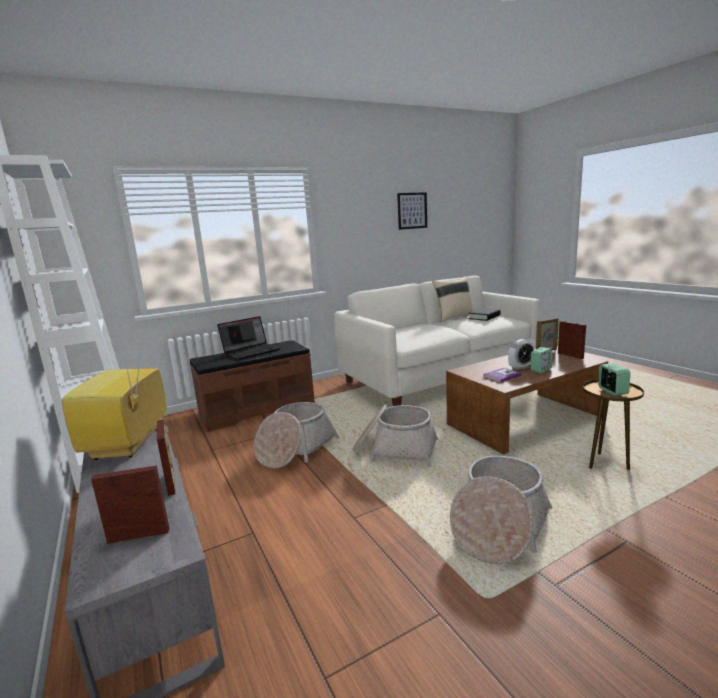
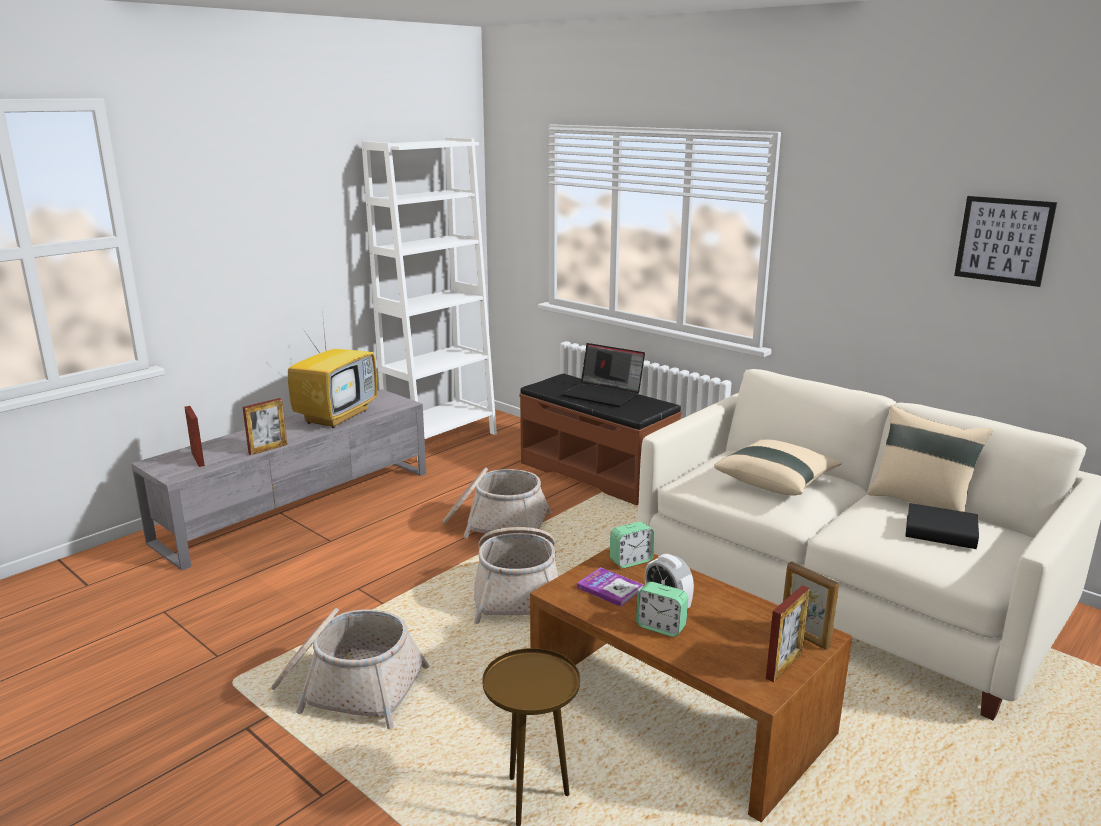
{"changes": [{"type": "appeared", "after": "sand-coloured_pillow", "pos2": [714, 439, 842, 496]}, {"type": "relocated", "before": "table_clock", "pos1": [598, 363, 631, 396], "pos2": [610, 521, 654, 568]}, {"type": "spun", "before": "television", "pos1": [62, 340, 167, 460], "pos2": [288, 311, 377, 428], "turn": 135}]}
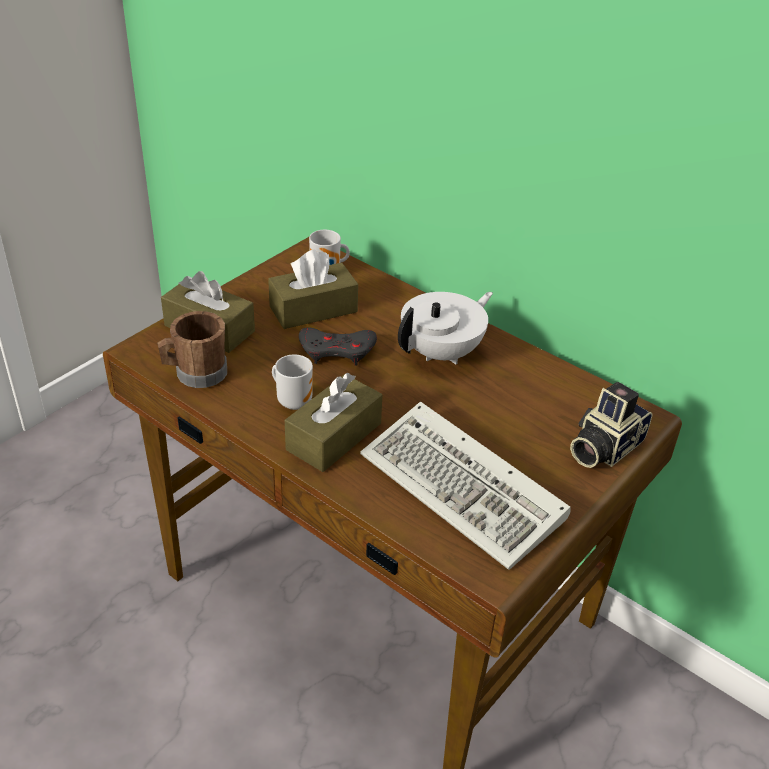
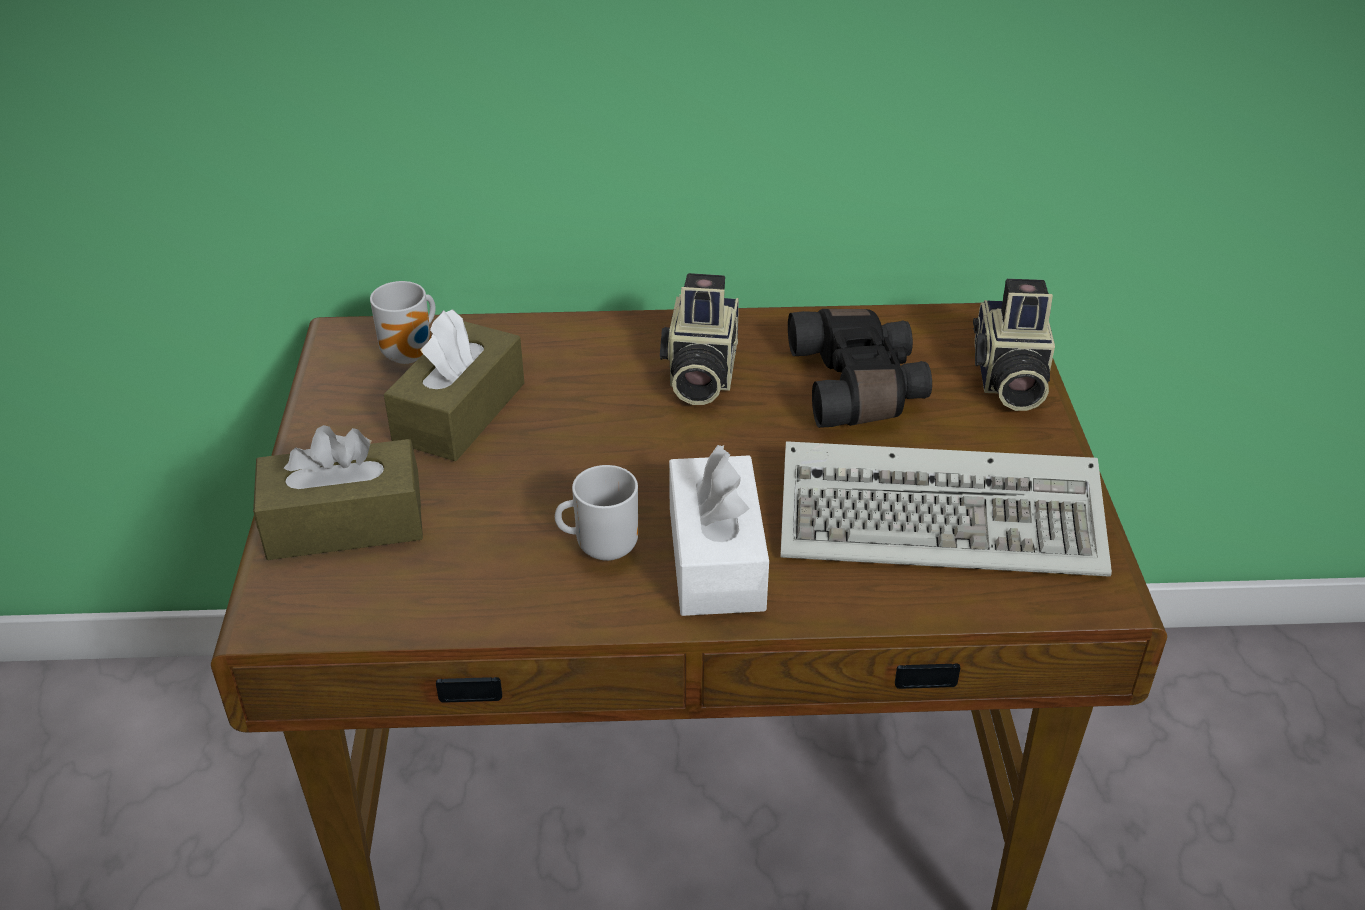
{"changes": [{"type": "missing", "before": "brownish_mug", "pos1": [157, 311, 227, 388]}, {"type": "missing", "before": "gray_game_controller", "pos1": [299, 327, 377, 366]}, {"type": "appeared", "after": "black_binoculars", "pos2": [788, 309, 932, 428]}, {"type": "exchanged", "before": "whitish_tea_pot", "after": "still_camera", "pos1": [398, 292, 493, 364], "pos2": [660, 273, 739, 405]}, {"type": "colour", "before": "brownish_box_of_tissues", "after": "whitish_box_of_tissues", "pos1": [285, 373, 382, 472], "pos2": [669, 445, 769, 616]}]}
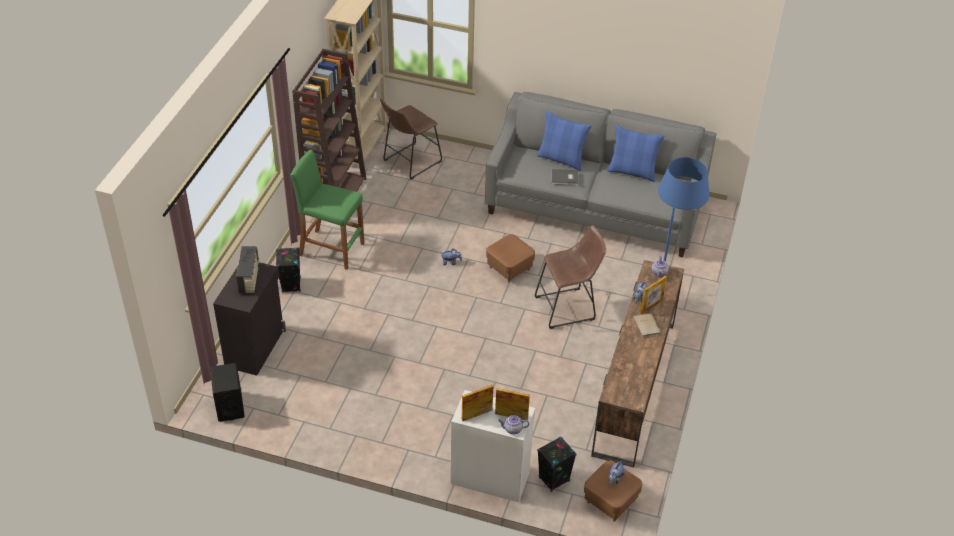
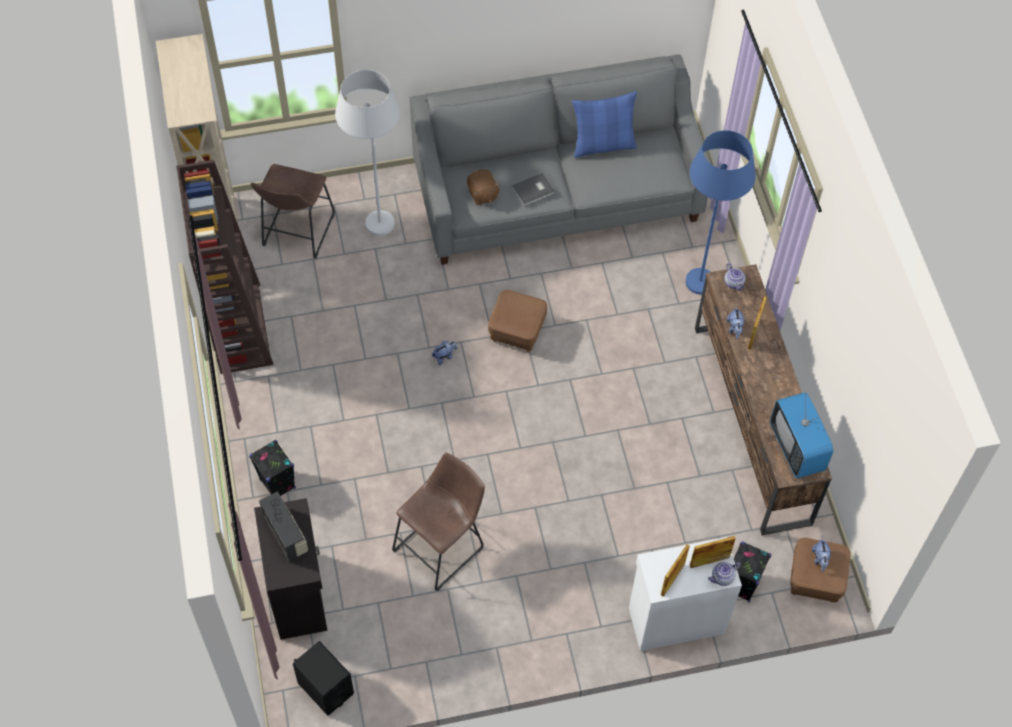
{"changes": [{"type": "missing", "before": "greenish_stool_seat", "pos1": [290, 150, 365, 270]}, {"type": "missing", "before": "bluish_pillow", "pos1": [537, 111, 592, 171]}, {"type": "missing", "before": "sand-coloured_book", "pos1": [633, 313, 661, 337]}, {"type": "appeared", "after": "whitish_standing_lamp", "pos2": [335, 70, 400, 236]}, {"type": "appeared", "after": "brownish_cuddly_toy", "pos2": [467, 170, 501, 205]}, {"type": "appeared", "after": "television", "pos2": [770, 392, 834, 479]}, {"type": "relocated", "before": "brownish_stool_seat", "pos1": [535, 225, 606, 329], "pos2": [392, 452, 485, 591]}]}
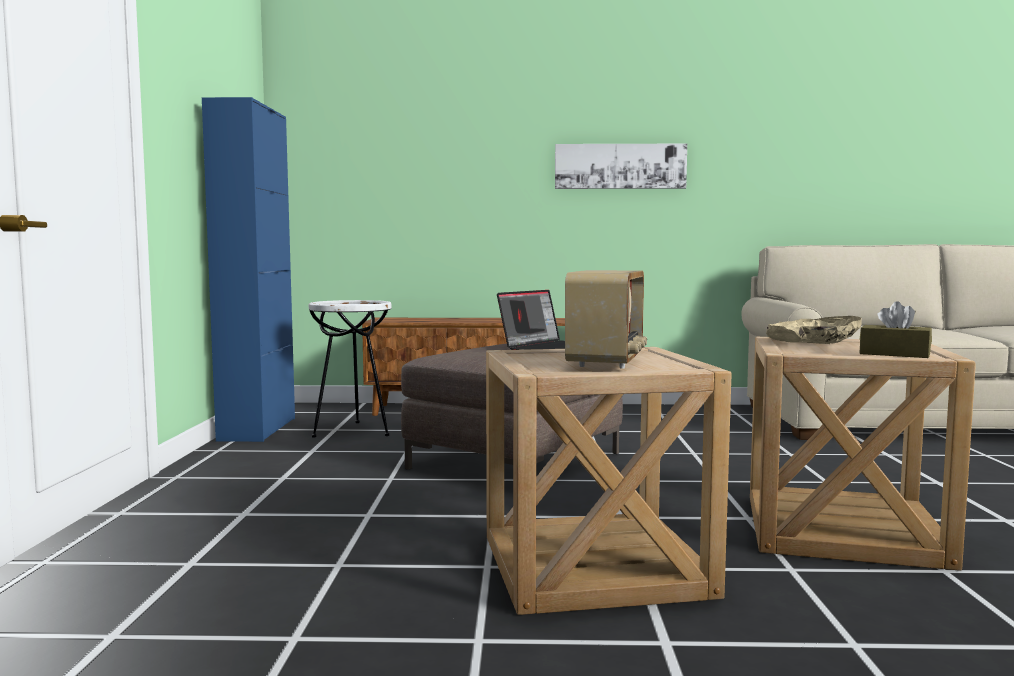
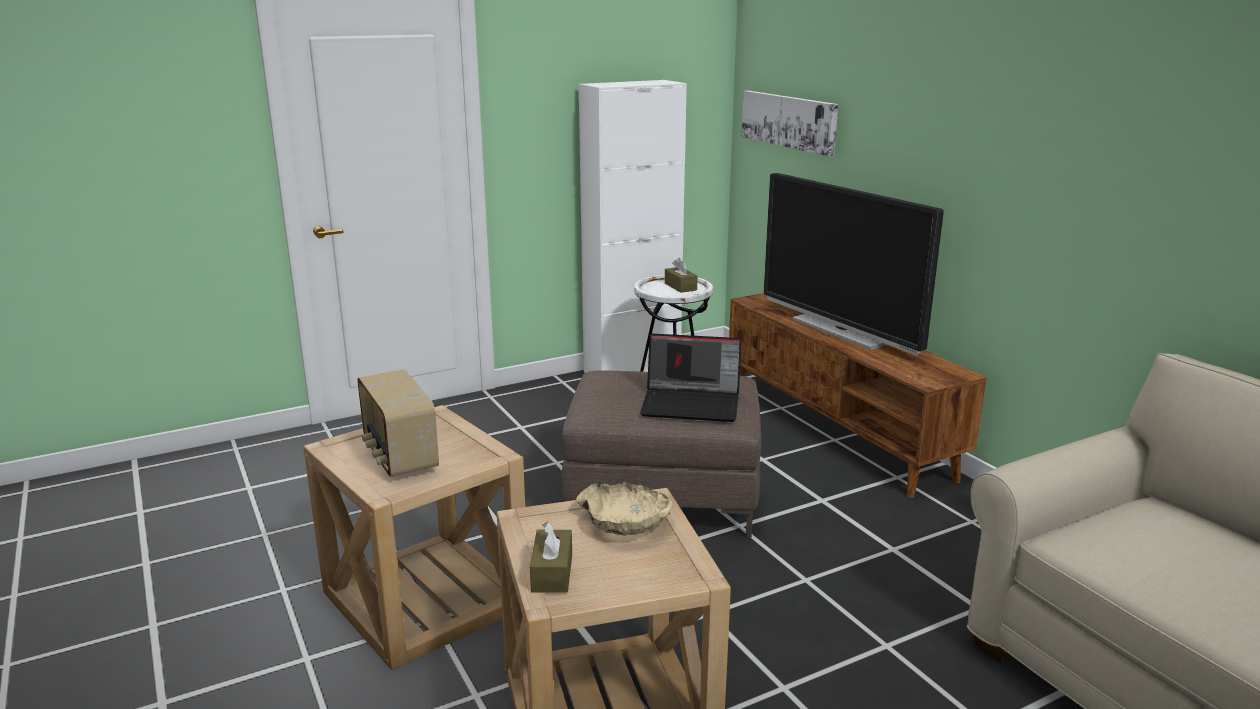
{"changes": [{"type": "appeared", "after": "brownish_box_of_tissues", "pos2": [665, 258, 698, 293]}, {"type": "appeared", "after": "television", "pos2": [764, 173, 944, 355]}, {"type": "relocated", "before": "wall_art", "pos1": [555, 144, 687, 189], "pos2": [742, 91, 838, 157]}, {"type": "colour", "before": "bluish_cupboard", "after": "whitish_cupboard", "pos1": [202, 97, 295, 442], "pos2": [579, 80, 687, 373]}, {"type": "spun", "before": "radio_receiver", "pos1": [565, 270, 647, 369], "pos2": [357, 369, 439, 477], "turn": 75}]}
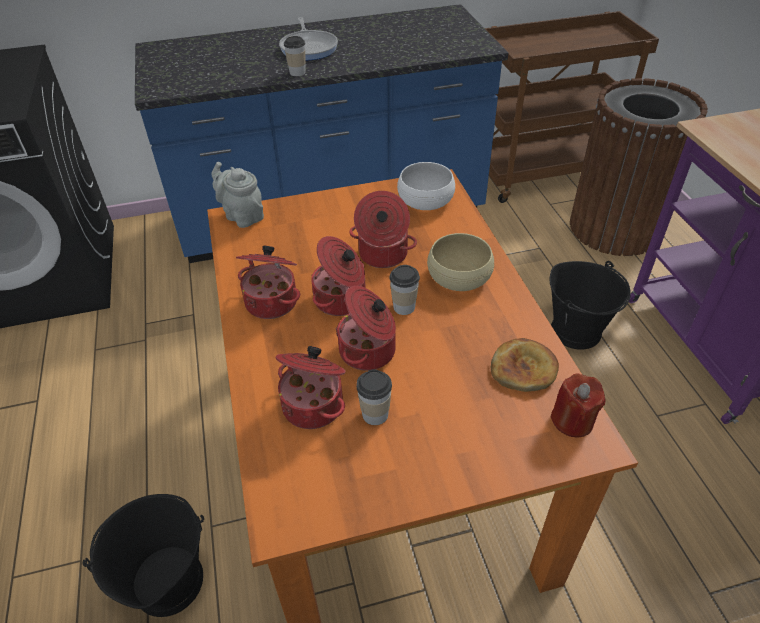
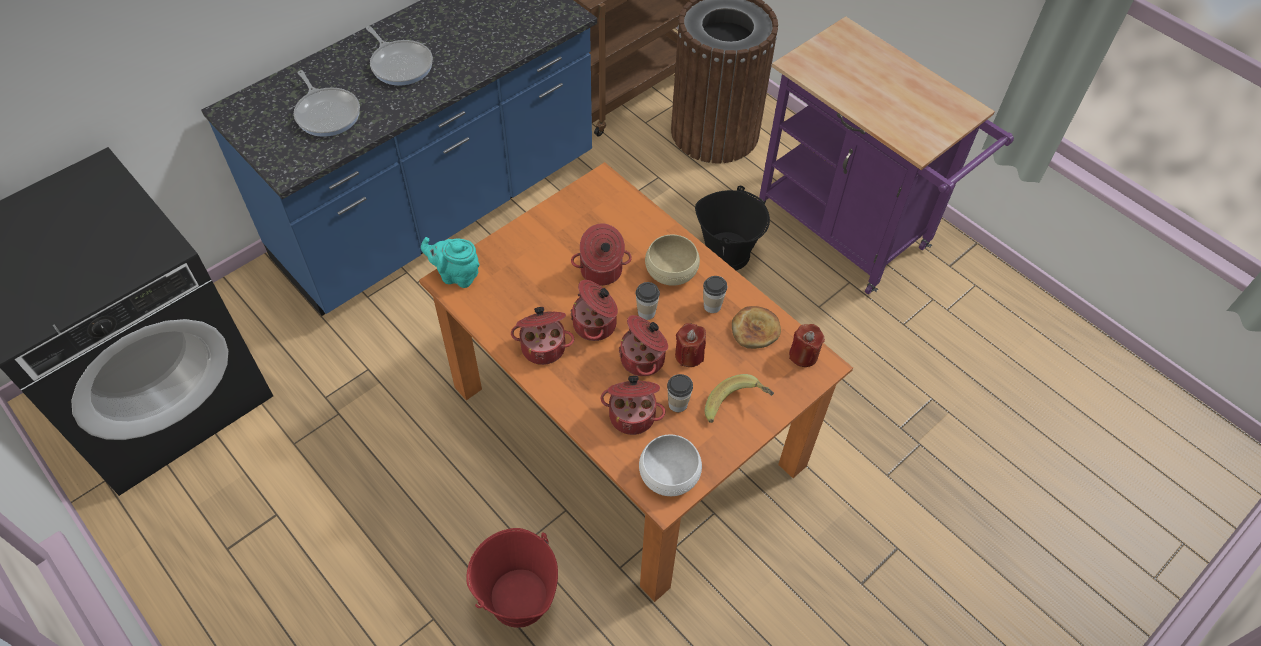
{"changes": [{"type": "appeared", "after": "frying_pan", "pos2": [294, 70, 360, 137]}, {"type": "appeared", "after": "reddish_wax_candle", "pos2": [675, 323, 706, 367]}, {"type": "appeared", "after": "whole_banana", "pos2": [705, 374, 774, 423]}, {"type": "relocated", "before": "cup", "pos1": [284, 36, 306, 76], "pos2": [703, 276, 727, 313]}, {"type": "relocated", "before": "whitish_bowl", "pos1": [397, 162, 455, 210], "pos2": [639, 435, 702, 496]}, {"type": "colour", "before": "black_water_bucket", "after": "reddish_water_bucket", "pos1": [82, 494, 204, 617], "pos2": [466, 528, 558, 628]}, {"type": "colour", "before": "gray_tea_pot", "after": "turquoise-coloured_tea_pot", "pos1": [211, 162, 264, 228], "pos2": [421, 237, 480, 288]}]}
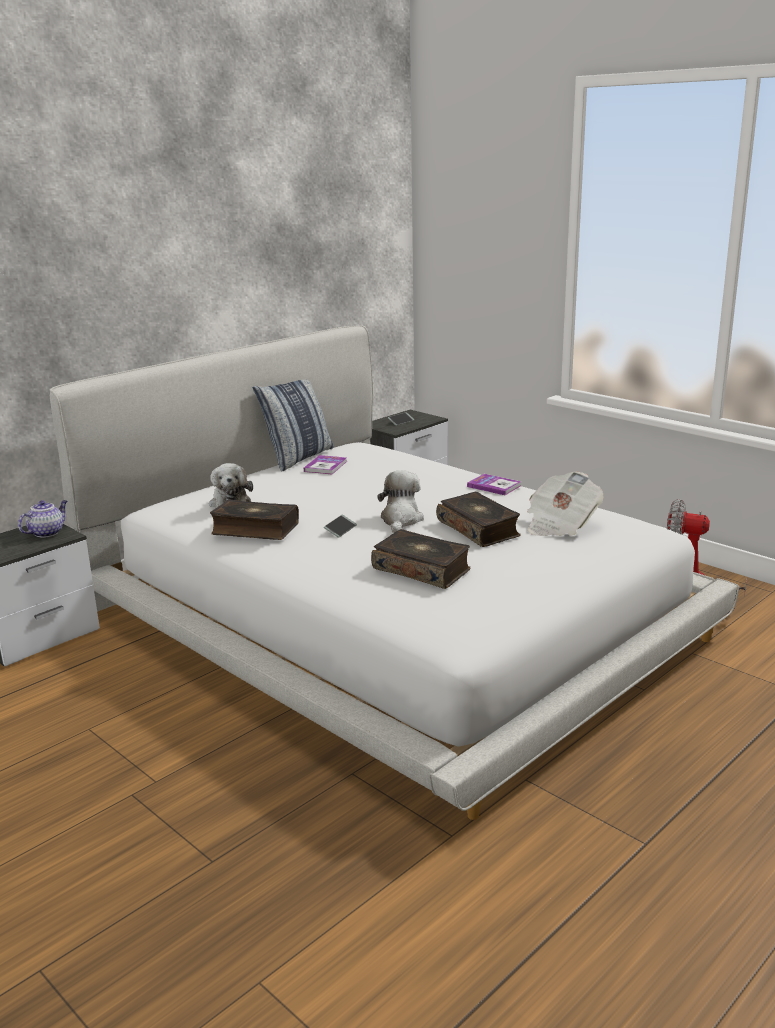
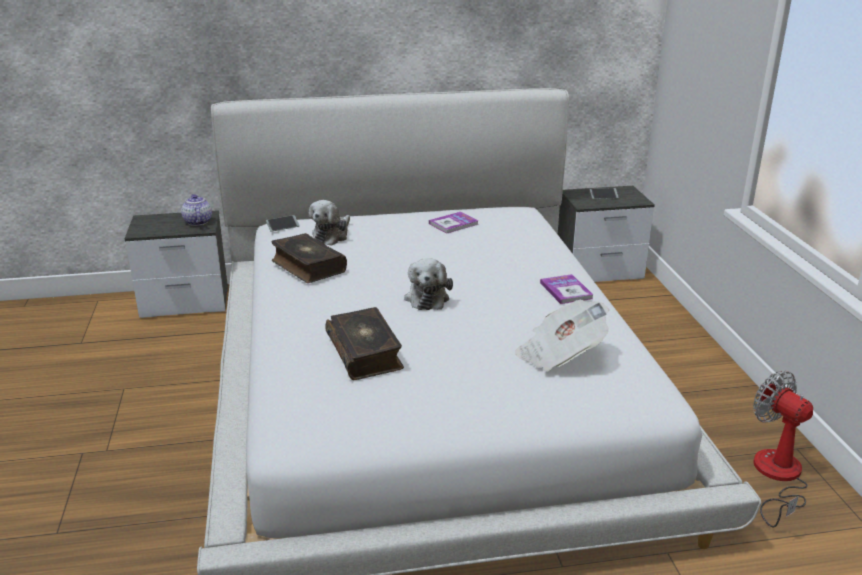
{"changes": [{"type": "missing", "before": "pillow", "pos1": [252, 379, 334, 471]}, {"type": "missing", "before": "book", "pos1": [436, 492, 521, 547]}, {"type": "relocated", "before": "phone", "pos1": [324, 515, 357, 538], "pos2": [266, 215, 300, 232]}, {"type": "spun", "before": "tea_pot", "pos1": [18, 500, 67, 538], "pos2": [181, 194, 212, 226], "turn": -90}, {"type": "spun", "before": "cuddly_toy", "pos1": [377, 470, 424, 533], "pos2": [404, 258, 453, 310], "turn": 135}]}
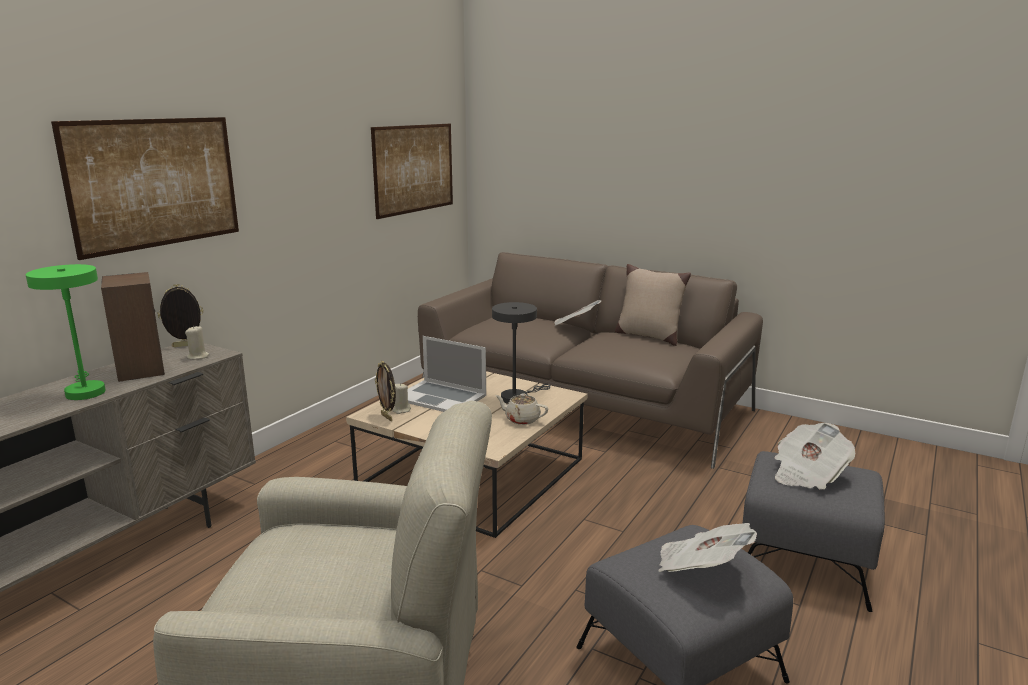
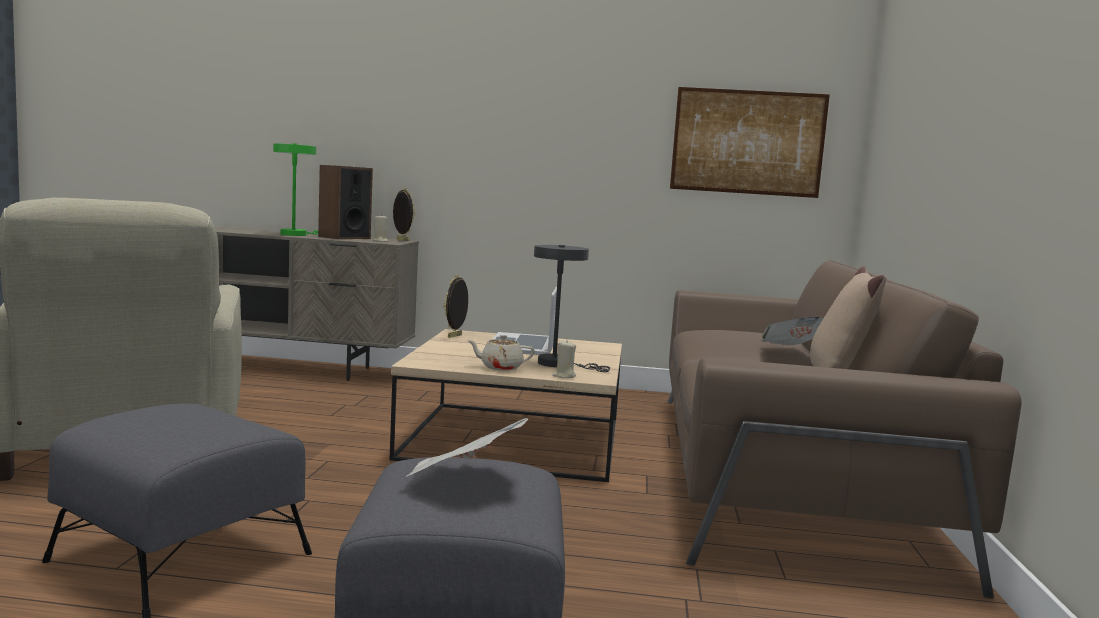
{"changes": [{"type": "missing", "before": "wall_art", "pos1": [51, 117, 239, 260]}, {"type": "missing", "before": "newspaper", "pos1": [659, 523, 757, 572]}, {"type": "relocated", "before": "sand-coloured_wax_candle", "pos1": [393, 383, 411, 414], "pos2": [552, 340, 576, 378]}, {"type": "spun", "before": "sand-coloured_tea_pot", "pos1": [495, 394, 548, 425], "pos2": [467, 335, 535, 371], "turn": -90}]}
